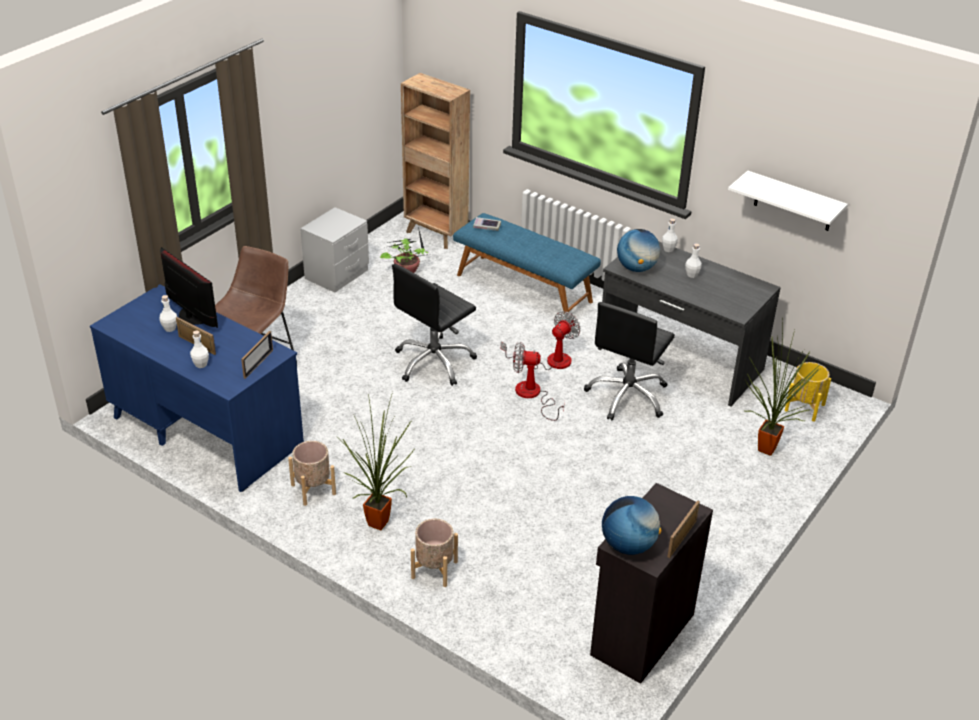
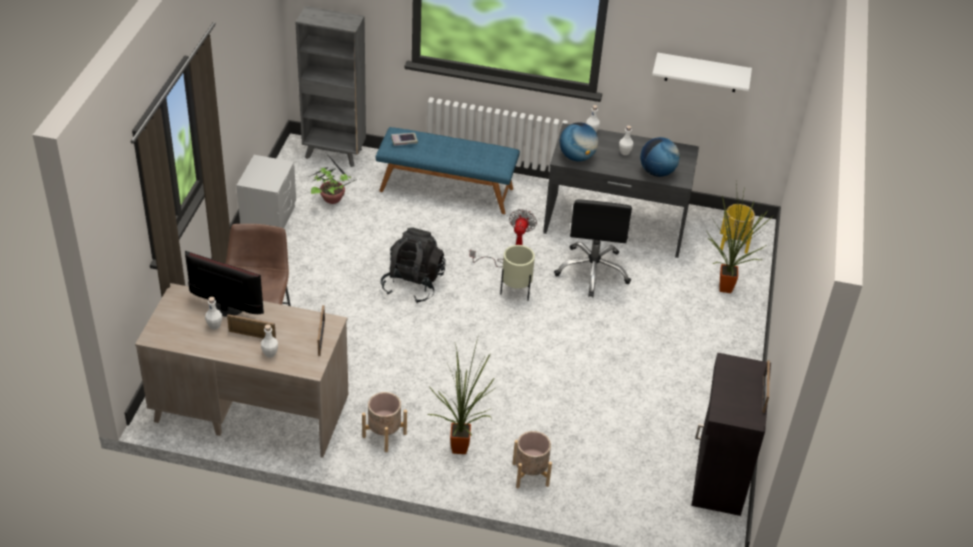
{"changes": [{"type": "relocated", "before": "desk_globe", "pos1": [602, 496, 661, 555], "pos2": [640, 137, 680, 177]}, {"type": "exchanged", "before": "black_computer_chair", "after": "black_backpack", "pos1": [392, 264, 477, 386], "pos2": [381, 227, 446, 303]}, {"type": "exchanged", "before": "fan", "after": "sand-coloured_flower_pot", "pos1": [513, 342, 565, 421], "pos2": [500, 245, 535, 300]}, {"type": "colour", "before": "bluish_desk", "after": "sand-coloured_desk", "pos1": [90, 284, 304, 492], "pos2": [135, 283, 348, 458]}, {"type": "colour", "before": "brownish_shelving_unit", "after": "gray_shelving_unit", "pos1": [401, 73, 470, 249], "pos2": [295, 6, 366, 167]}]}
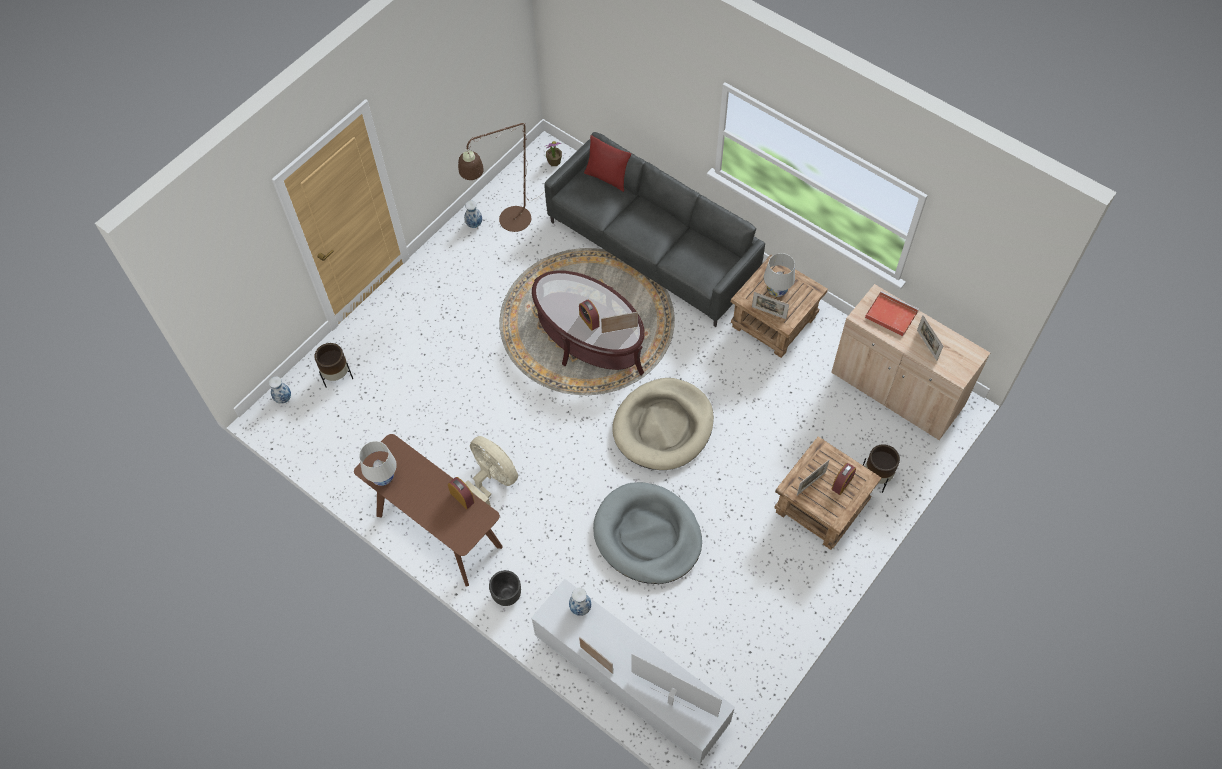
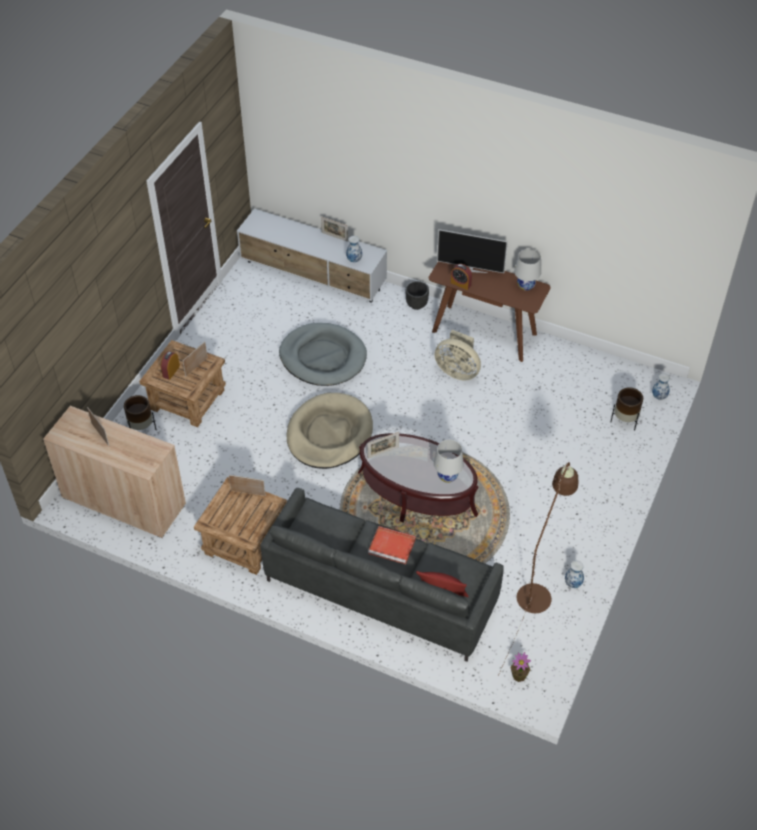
{"changes": [{"type": "missing", "before": "table_clock", "pos1": [579, 300, 600, 331]}, {"type": "relocated", "before": "television", "pos1": [631, 653, 722, 717], "pos2": [437, 229, 508, 273]}, {"type": "relocated", "before": "whitish_lamp_for_a_table", "pos1": [764, 253, 795, 297], "pos2": [434, 440, 464, 483]}, {"type": "relocated", "before": "reddish_tray", "pos1": [865, 291, 919, 336], "pos2": [368, 526, 416, 565]}]}
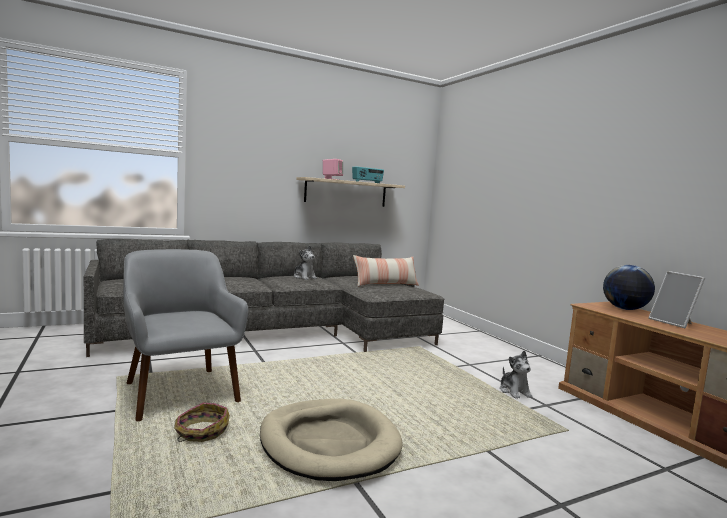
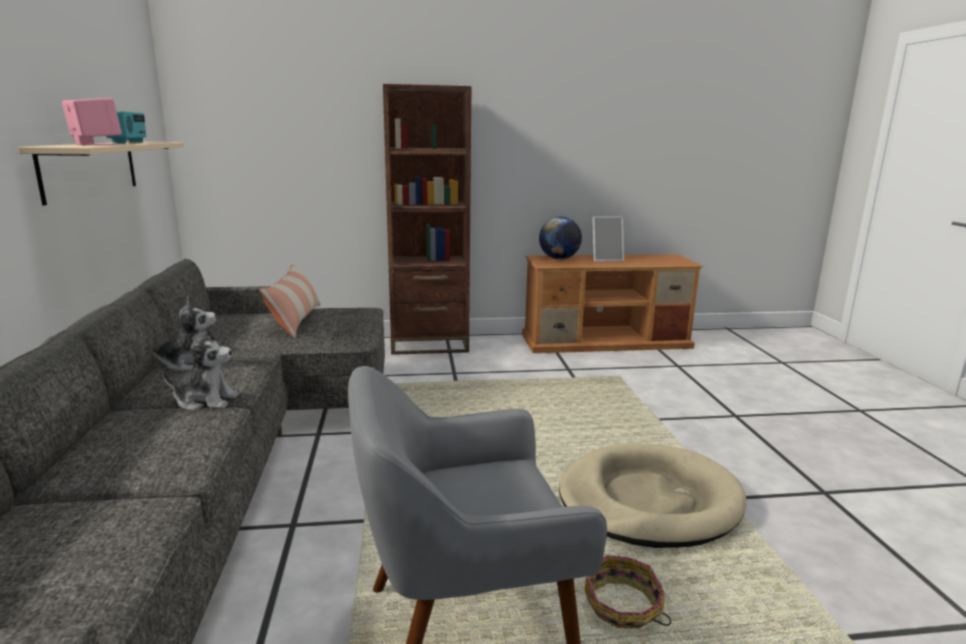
{"changes": [{"type": "appeared", "after": "brownish_shelving_unit", "pos2": [383, 84, 471, 355]}, {"type": "relocated", "before": "cuddly_toy", "pos1": [500, 351, 532, 399], "pos2": [162, 327, 239, 411]}]}
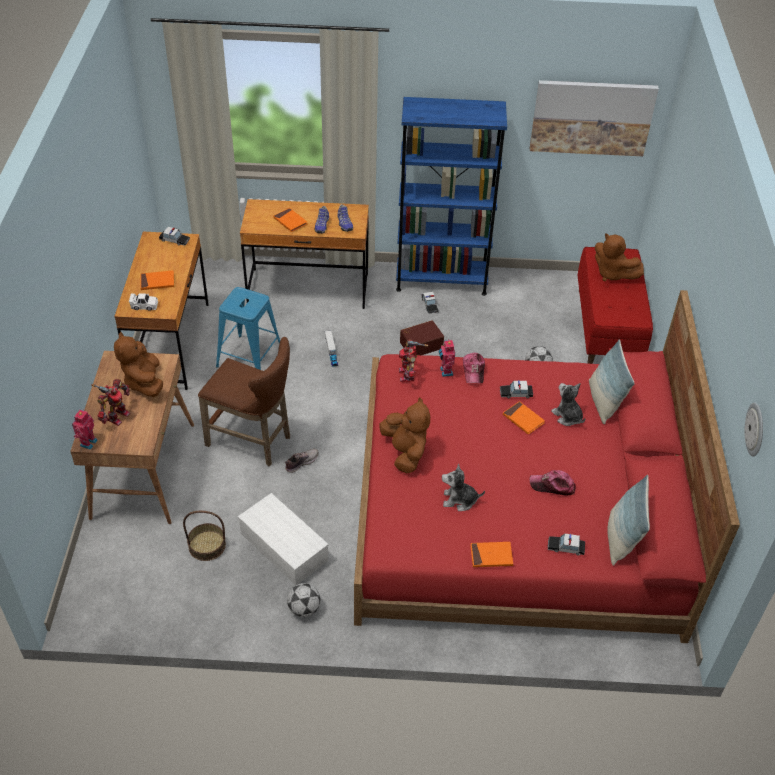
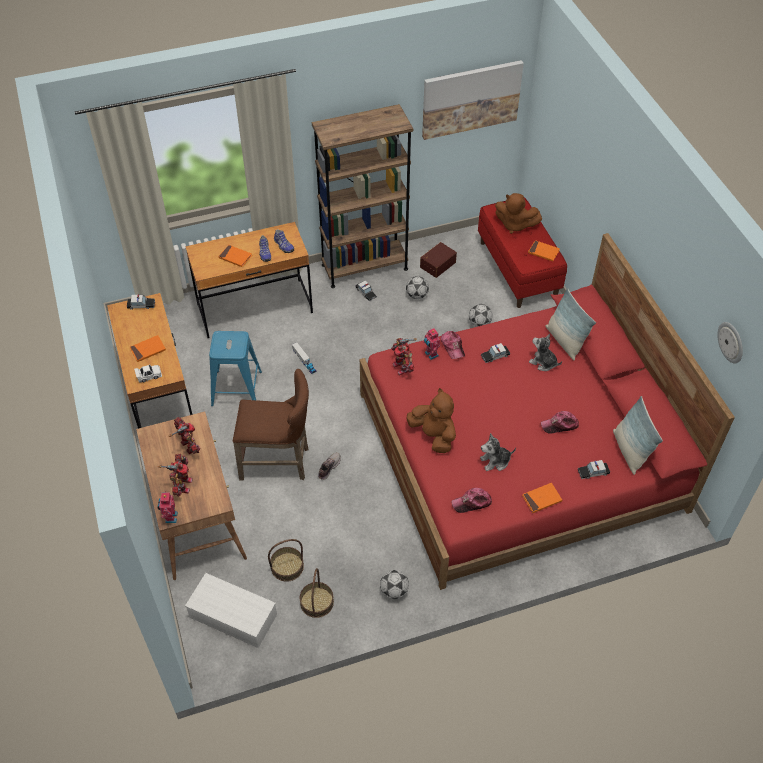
{"changes": [{"type": "appeared", "after": "household_basket", "pos2": [300, 568, 334, 618]}, {"type": "appeared", "after": "football", "pos2": [406, 276, 429, 299]}, {"type": "appeared", "after": "cap", "pos2": [451, 488, 492, 513]}, {"type": "relocated", "before": "whitish_storage_box", "pos1": [238, 493, 329, 585], "pos2": [185, 573, 277, 648]}, {"type": "relocated", "before": "brownish_storage_box", "pos1": [400, 320, 444, 355], "pos2": [420, 242, 457, 278]}, {"type": "relocated", "before": "orangey_book", "pos1": [503, 401, 545, 435], "pos2": [528, 240, 560, 261]}, {"type": "exchanged", "before": "brownish_cuddly_toy", "after": "toy_robot", "pos1": [114, 332, 163, 397], "pos2": [169, 417, 200, 454]}, {"type": "colour", "before": "bluish_shelving_unit", "after": "brownish_shelving_unit", "pos1": [396, 97, 507, 296], "pos2": [312, 104, 413, 288]}]}
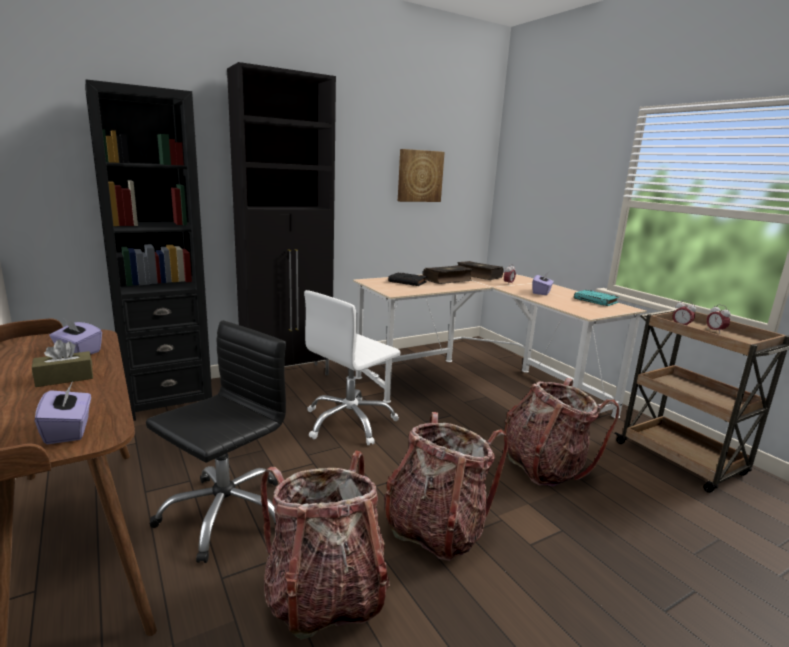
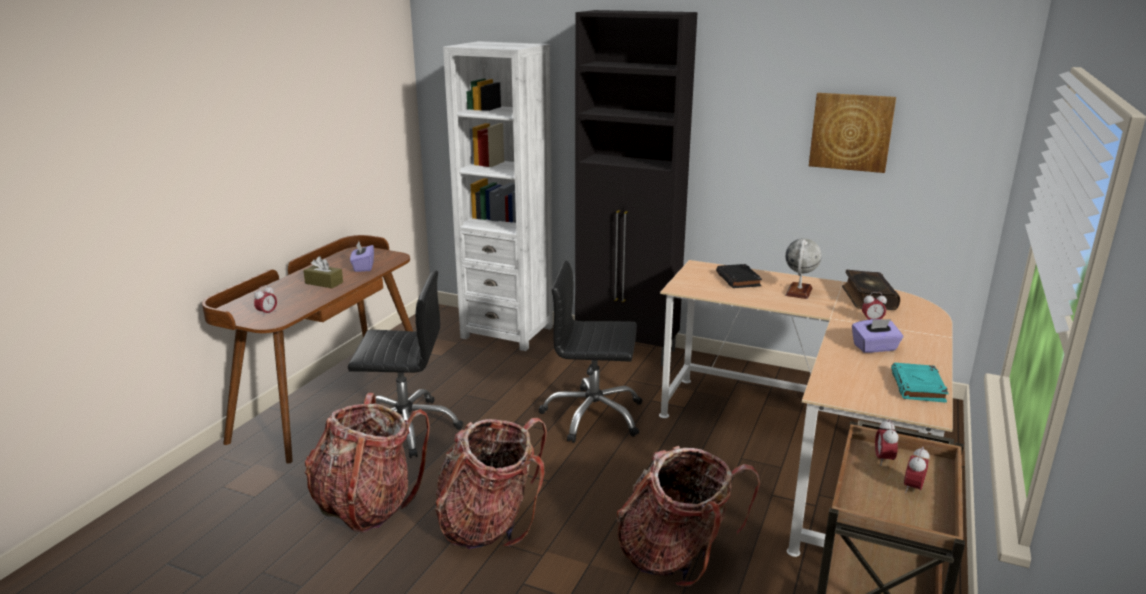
{"changes": [{"type": "exchanged", "before": "purplish_box_of_tissues", "after": "table_clock", "pos1": [35, 381, 91, 445], "pos2": [254, 285, 277, 317]}, {"type": "exchanged", "before": "book", "after": "desk_globe", "pos1": [423, 265, 473, 284], "pos2": [785, 238, 822, 299]}, {"type": "colour", "before": "black_shelving_unit", "after": "whitish_shelving_unit", "pos1": [85, 79, 212, 421], "pos2": [443, 41, 553, 351]}, {"type": "colour", "before": "whitish_computer_chair", "after": "black_computer_chair", "pos1": [304, 290, 401, 445], "pos2": [539, 261, 643, 443]}]}
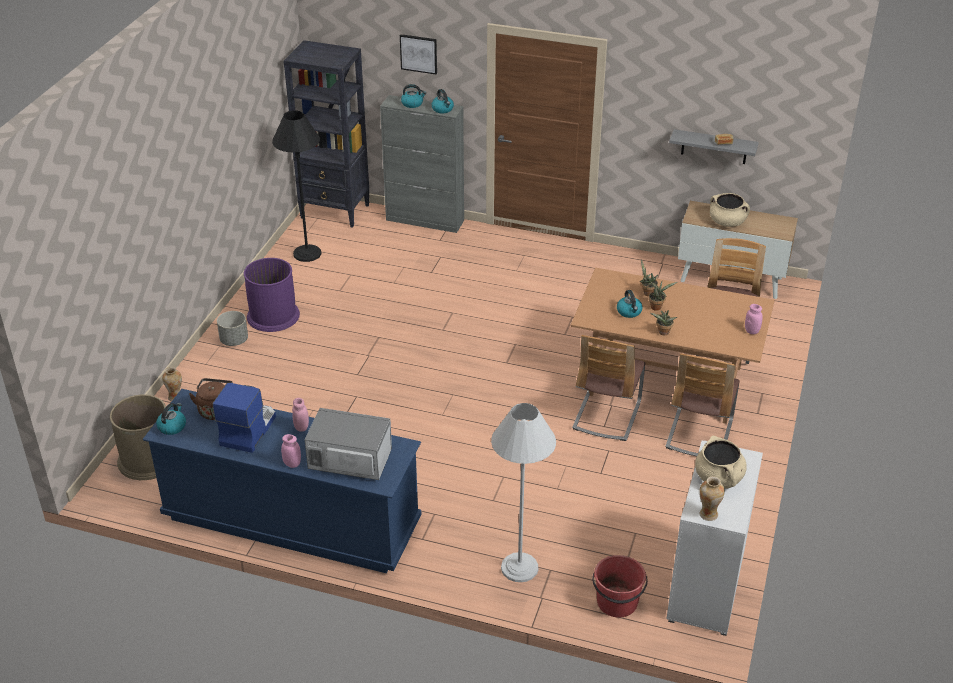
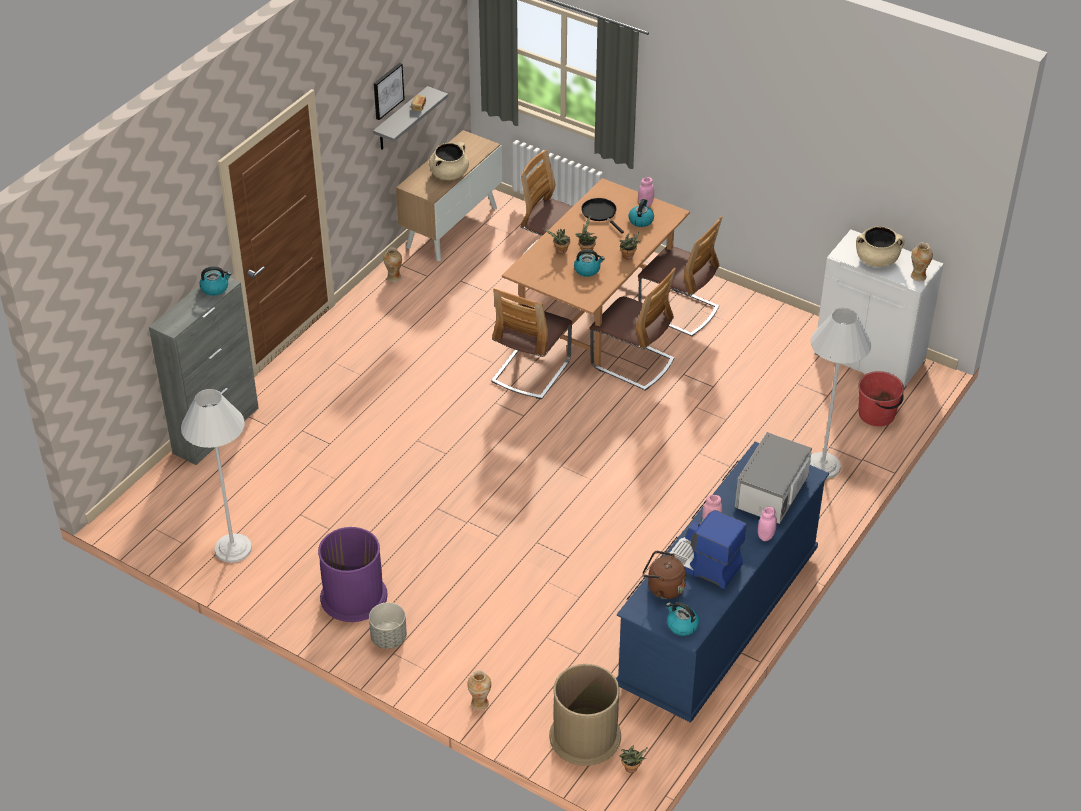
{"changes": [{"type": "missing", "before": "black_shelving_unit", "pos1": [283, 40, 369, 228]}, {"type": "appeared", "after": "vase", "pos2": [383, 247, 402, 282]}, {"type": "appeared", "after": "chair", "pos2": [491, 289, 572, 399]}, {"type": "appeared", "after": "black_frying_pan", "pos2": [581, 198, 624, 233]}, {"type": "appeared", "after": "houseplant", "pos2": [619, 746, 648, 773]}, {"type": "relocated", "before": "wall_art", "pos1": [400, 34, 437, 74], "pos2": [374, 63, 405, 120]}, {"type": "relocated", "before": "water_kettle", "pos1": [401, 84, 426, 108], "pos2": [628, 199, 654, 227]}, {"type": "colour", "before": "black_standing_lamp", "after": "whitish_standing_lamp", "pos1": [272, 110, 321, 262], "pos2": [181, 389, 252, 563]}]}
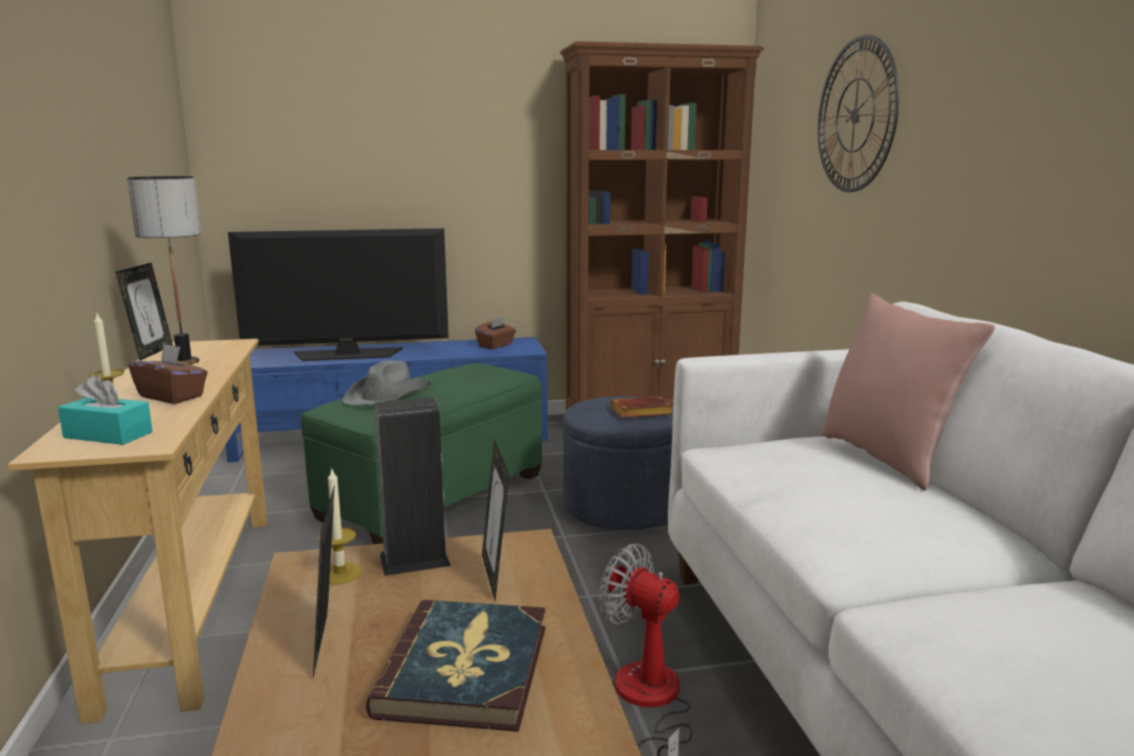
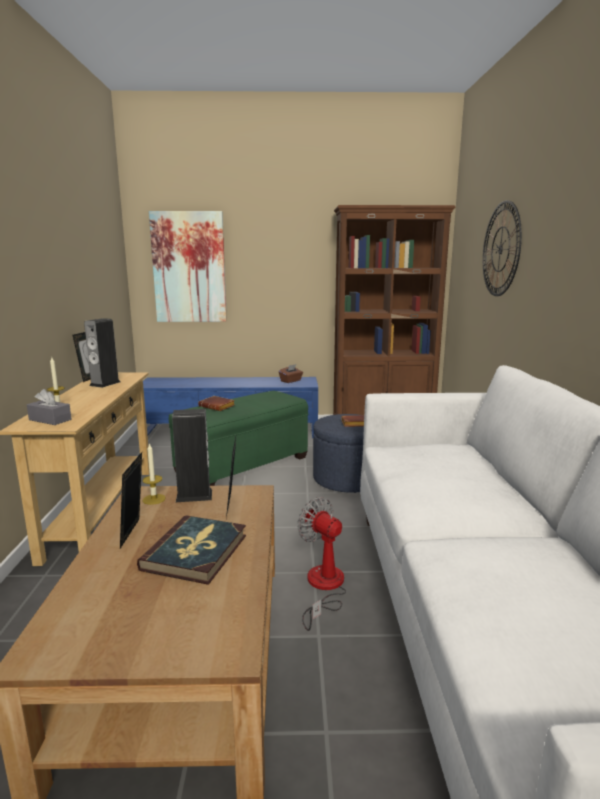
{"changes": [{"type": "missing", "before": "brownish_box_of_tissues", "pos1": [128, 344, 208, 404]}, {"type": "missing", "before": "television", "pos1": [228, 228, 449, 361]}, {"type": "missing", "before": "pink_pillow", "pos1": [821, 293, 995, 490]}, {"type": "appeared", "after": "wall_art", "pos2": [149, 211, 227, 322]}, {"type": "exchanged", "before": "lamp_for_a_table", "after": "loudspeaker", "pos1": [127, 176, 201, 365], "pos2": [84, 318, 120, 388]}, {"type": "exchanged", "before": "gray_wearable_hat", "after": "brownish_book", "pos1": [342, 360, 432, 406], "pos2": [198, 396, 235, 411]}, {"type": "colour", "before": "turquoise-coloured_box_of_tissues", "after": "gray_box_of_tissues", "pos1": [58, 375, 153, 445], "pos2": [27, 389, 71, 425]}]}
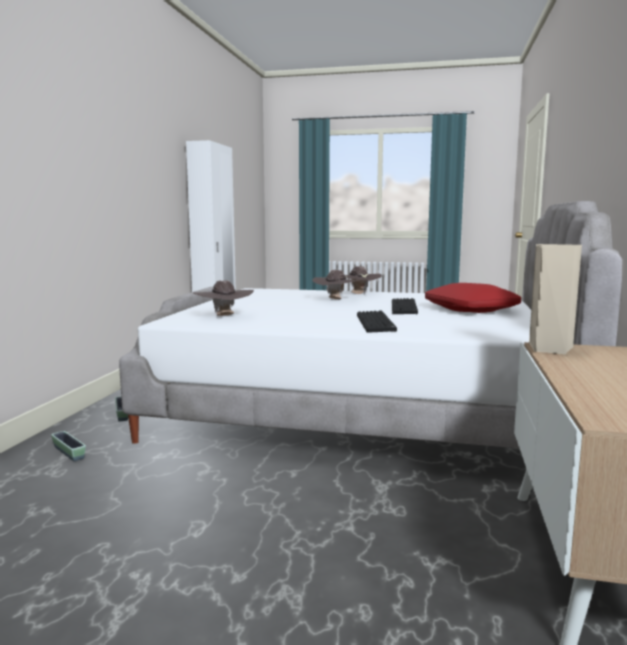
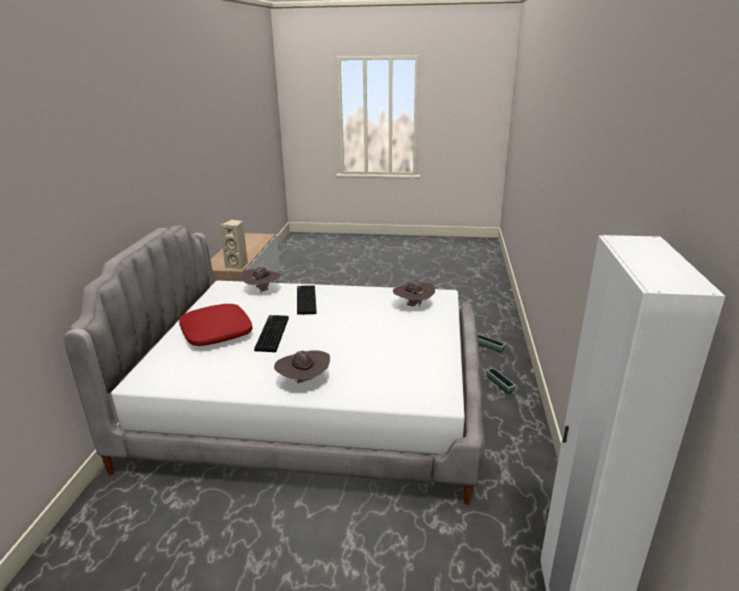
{"changes": [{"type": "relocated", "before": "brownish_wearable_hat", "pos1": [313, 270, 361, 300], "pos2": [241, 267, 281, 293]}]}
